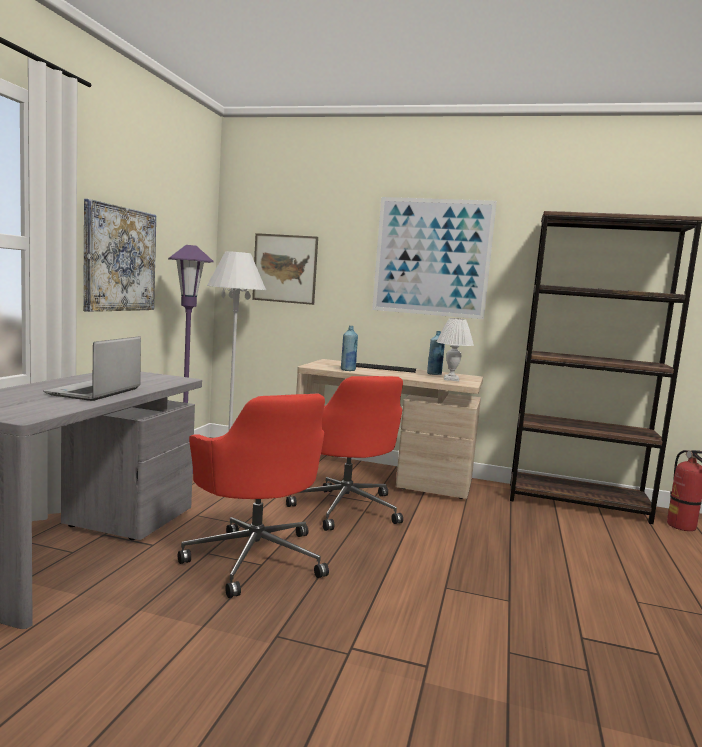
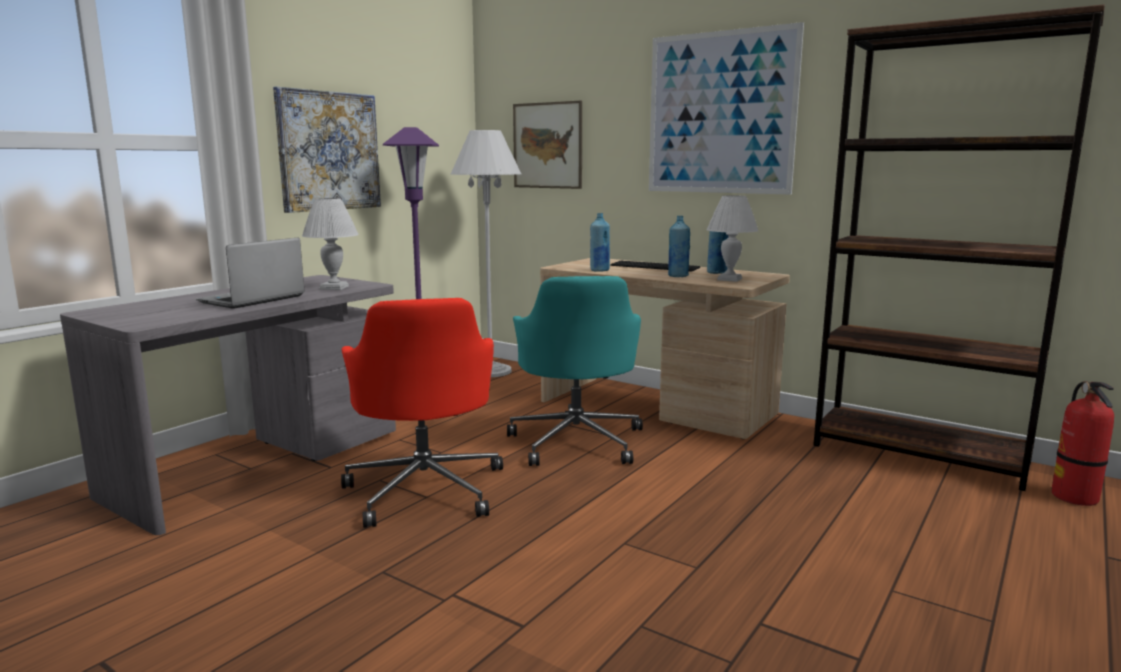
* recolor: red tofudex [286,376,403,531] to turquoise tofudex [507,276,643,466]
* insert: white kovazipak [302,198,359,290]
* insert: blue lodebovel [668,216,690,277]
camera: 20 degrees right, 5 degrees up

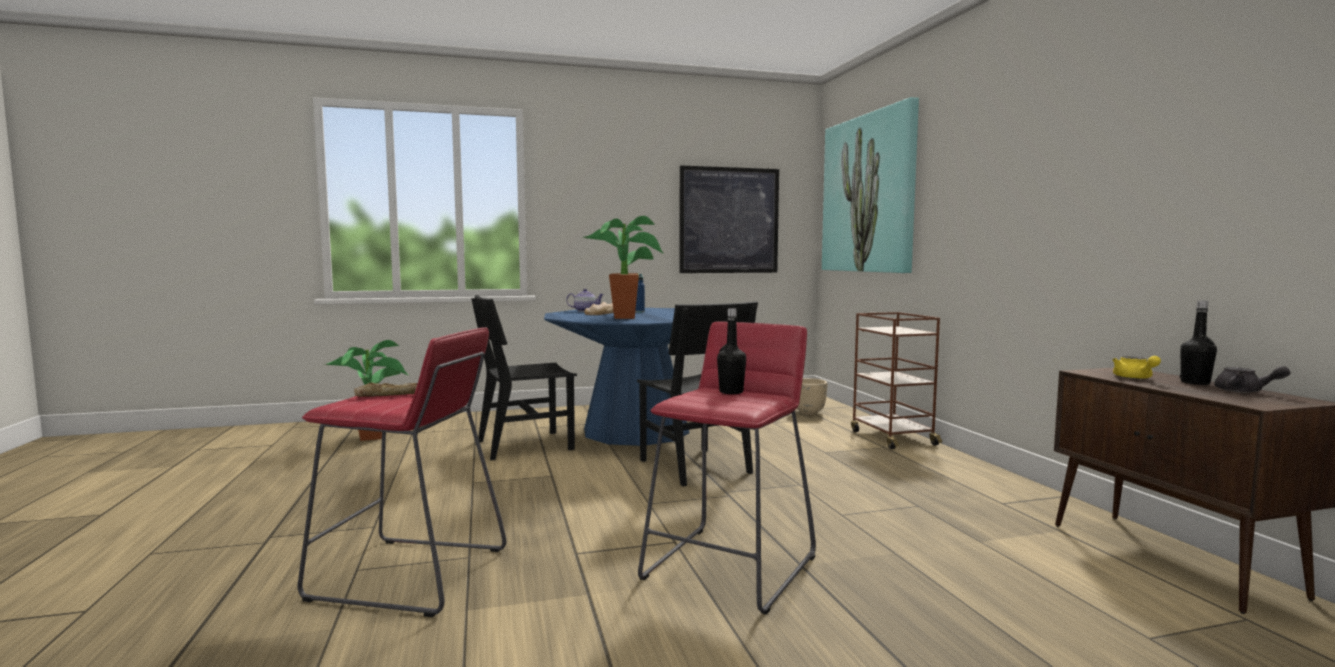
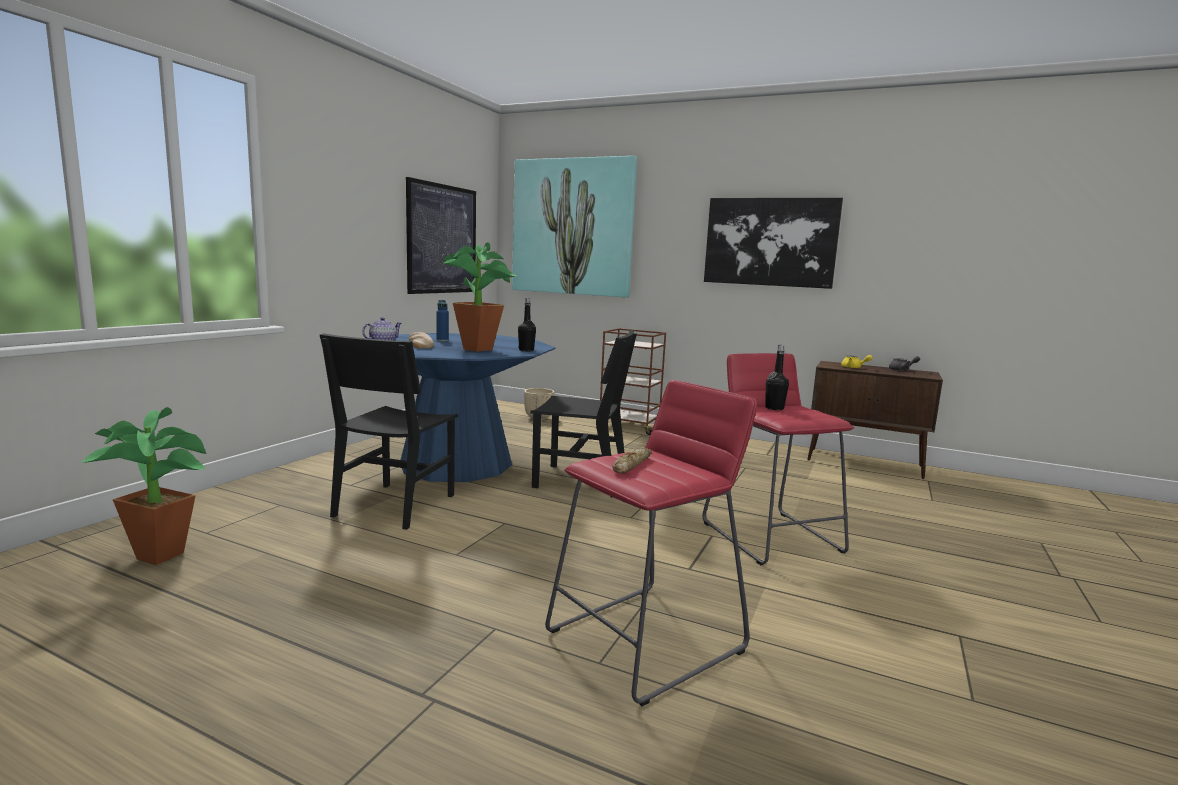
* move: black lodebovel [1180,301,1217,385] to [518,298,536,351]
* insert: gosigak [704,198,843,289]
camera: 50 degrees left, 5 degrees up

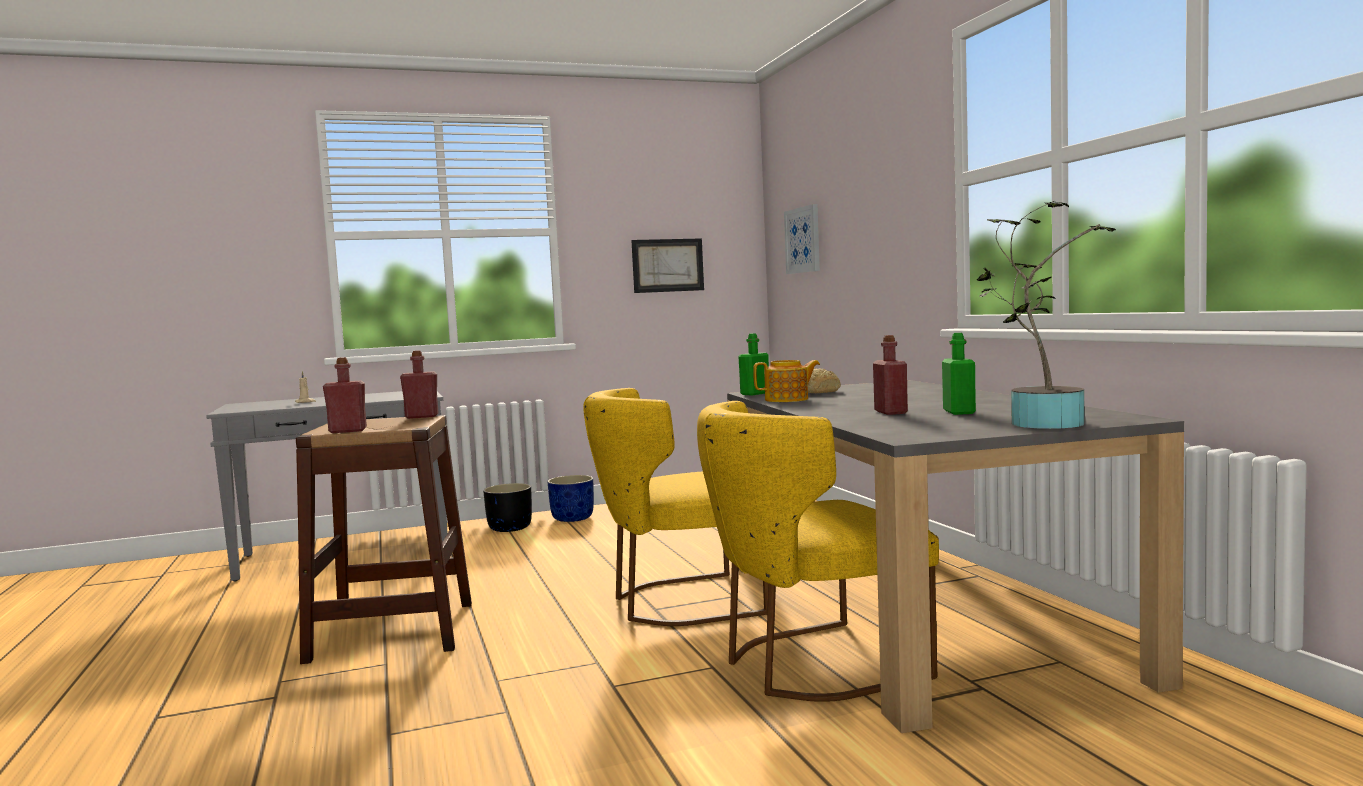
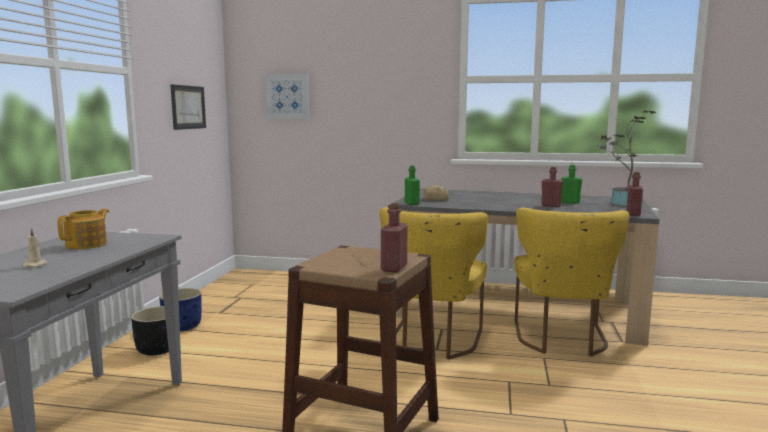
* move: red lodebovel [400,350,439,419] to [626,172,643,216]
* move: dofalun [753,360,820,402] to [57,209,109,249]
camera: 60 degrees left, 5 degrees up

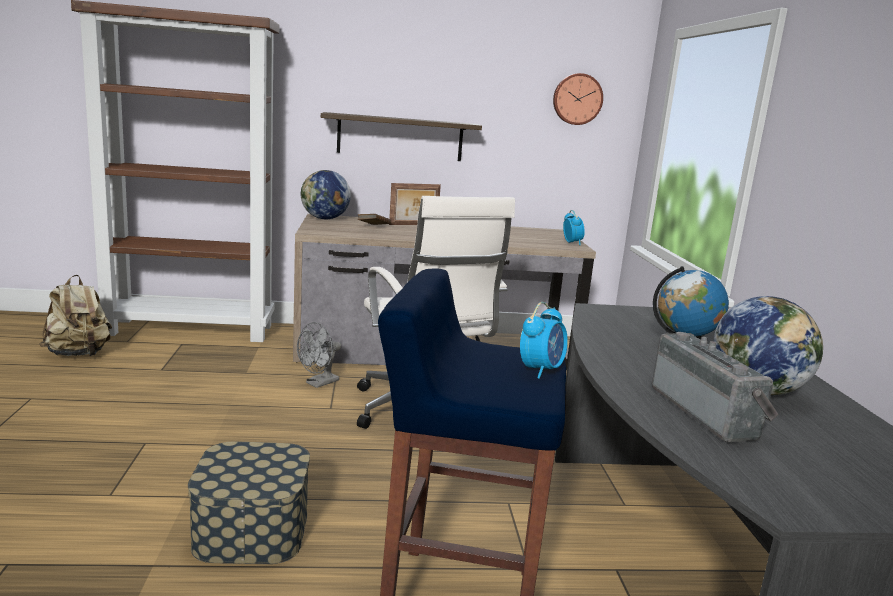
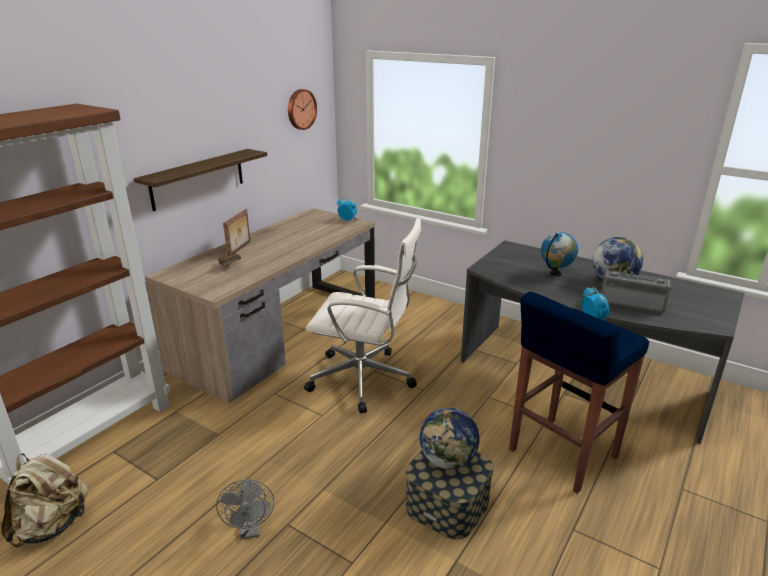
* move: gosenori [301,170,351,220] to [420,408,479,469]
* move: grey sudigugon [297,322,341,388] to [216,479,275,539]
camera: 50 degrees left, 10 degrees up

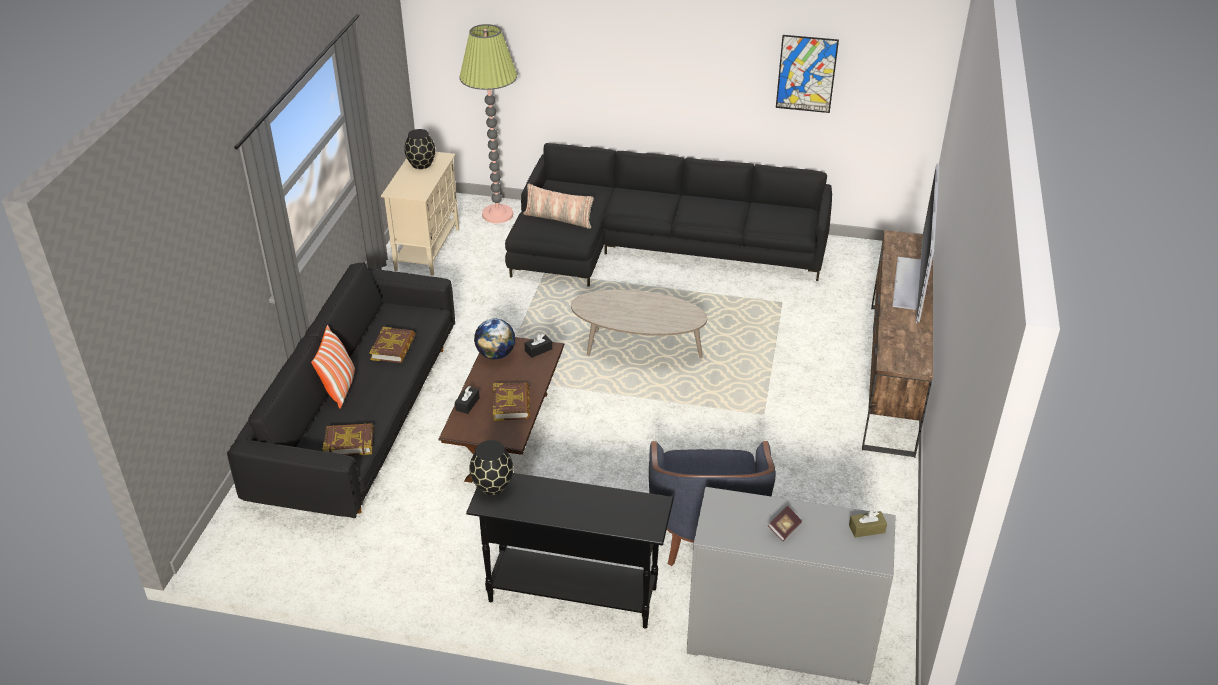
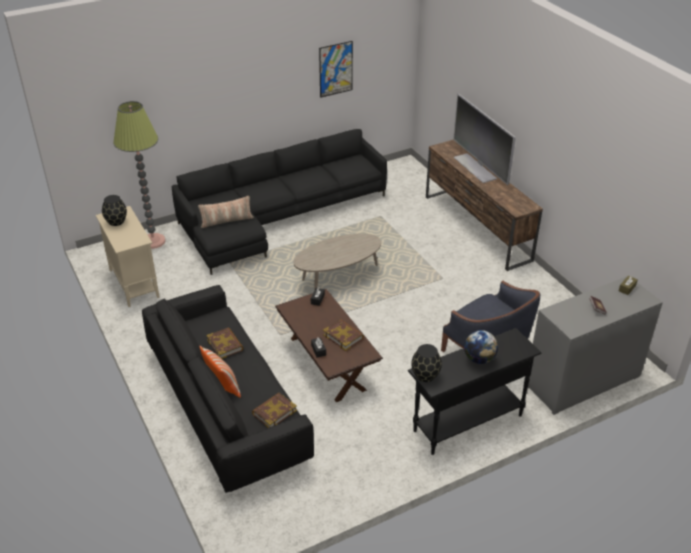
* move: gosenori [474,319,515,359] to [464,330,498,364]
camera: 40 degrees left, 0 degrees up

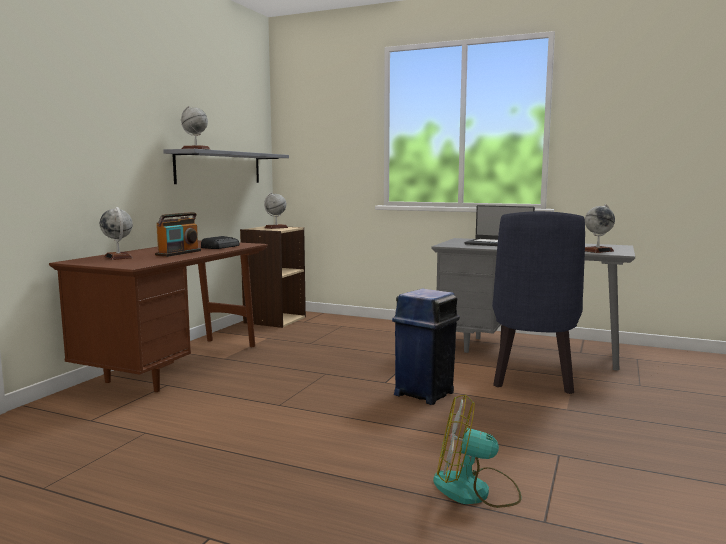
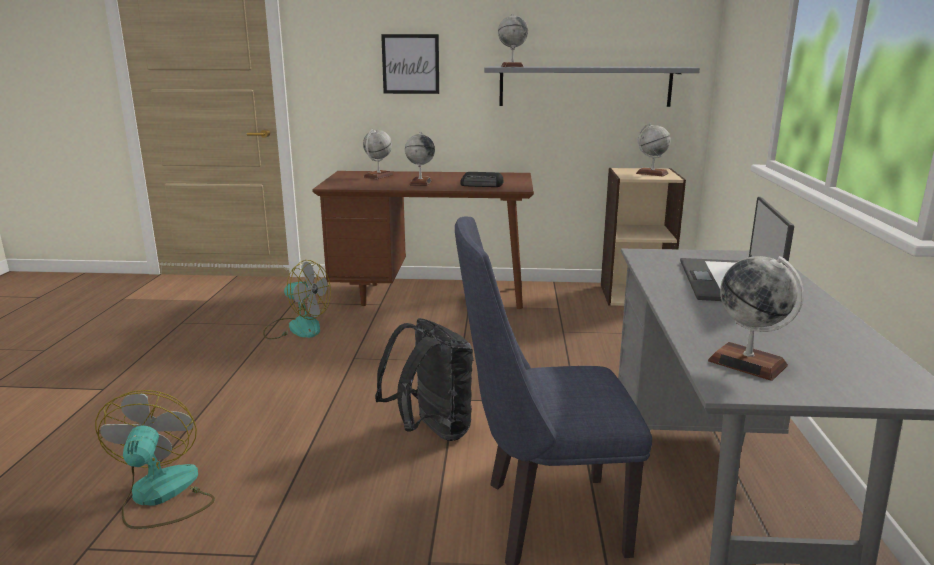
* replace: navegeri [155,212,201,257] to gosenori [405,132,435,186]
* replace: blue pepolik [392,289,460,405] to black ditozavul [375,318,474,441]
* insert: gosigak [381,34,439,94]
* insert: sudigugon [263,260,331,339]
camera: 70 degrees right, 10 degrees up

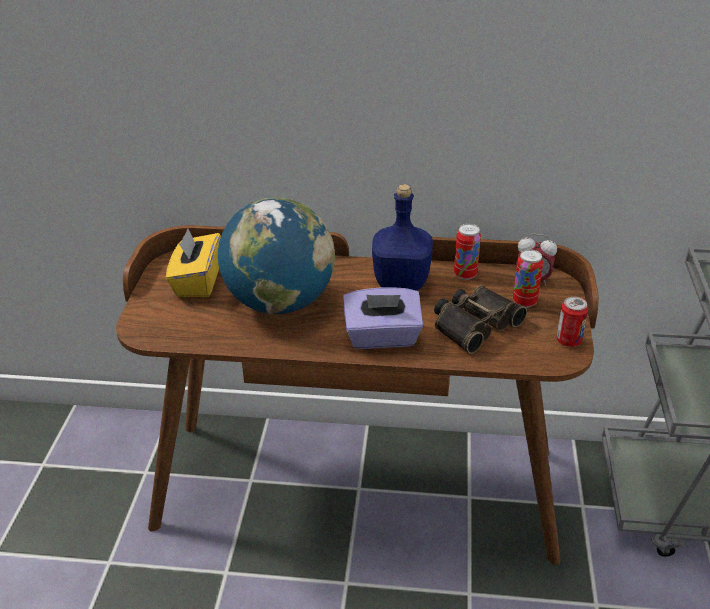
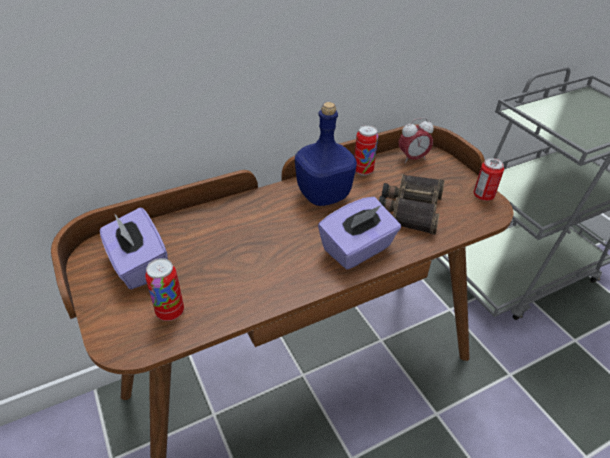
* delete: gosenori [218,197,335,314]
* recolor: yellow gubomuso [166,229,221,297] to purple gubomuso [100,208,168,289]
* move: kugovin [513,249,543,308] to [145,258,184,321]
camera: 35 degrees left, 5 degrees up

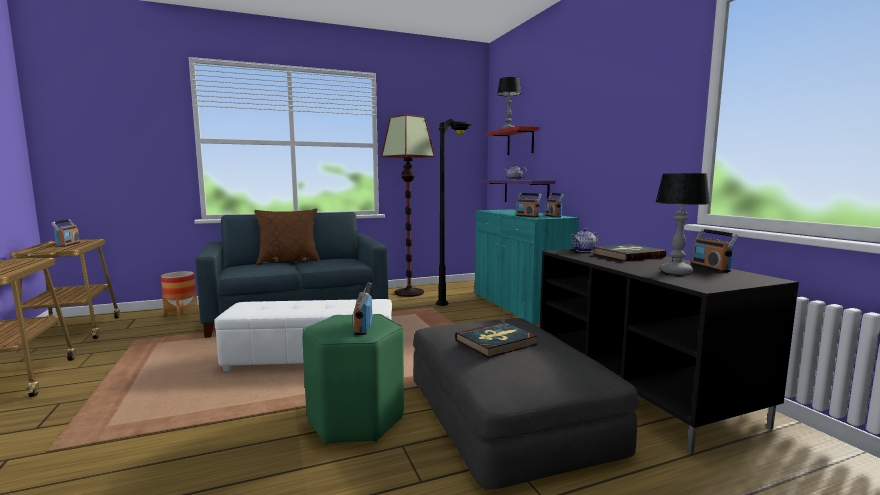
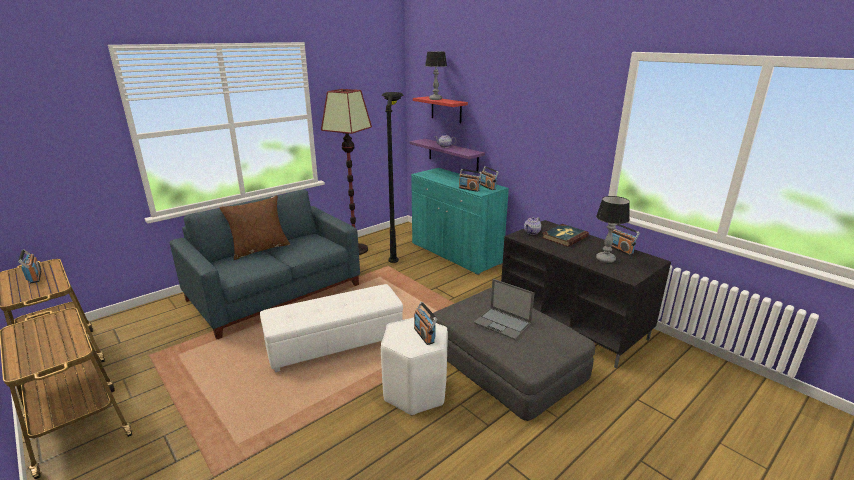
* delete: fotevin [161,271,198,319]
* recolor: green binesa [302,314,404,444] to white binesa [381,317,448,416]
* replace: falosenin [455,322,537,358] to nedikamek [474,279,534,340]
camera: 20 degrees left, 15 degrees up

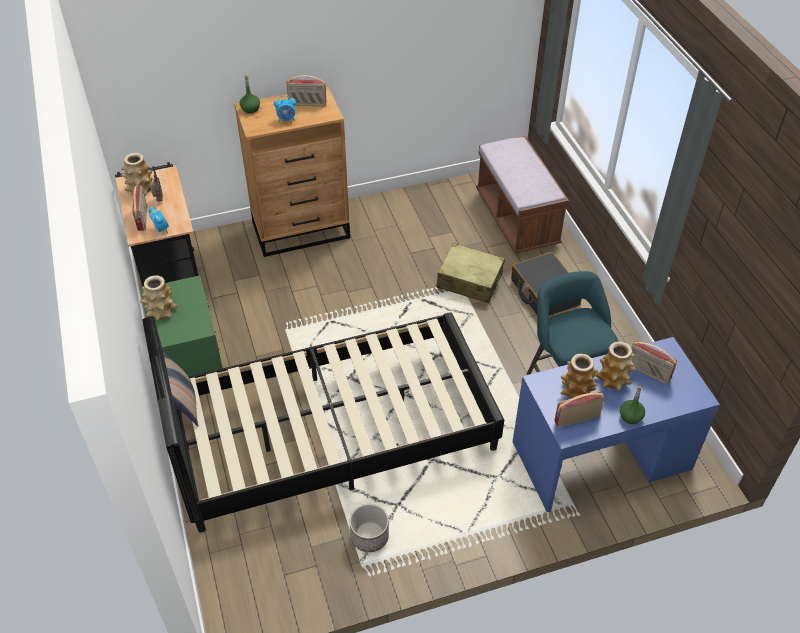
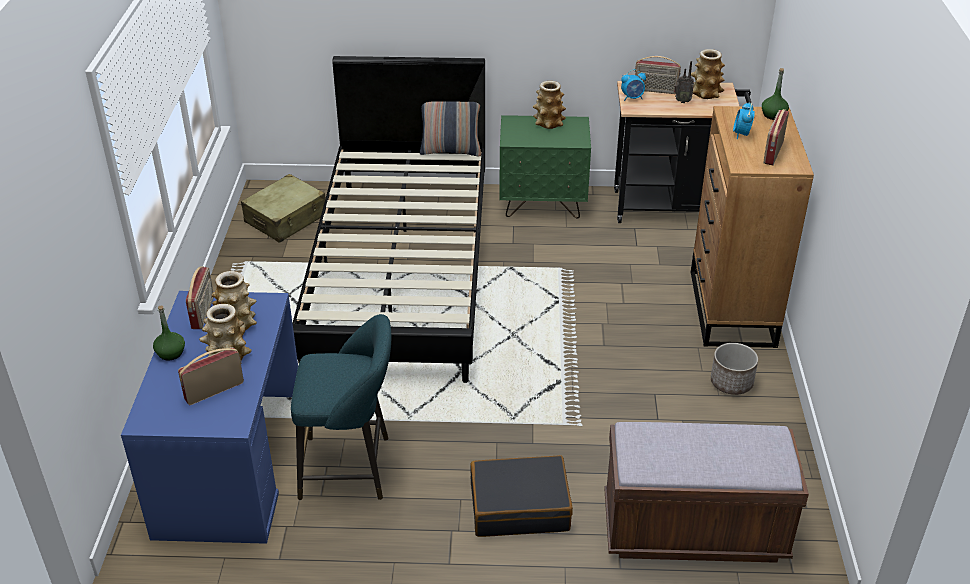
* move: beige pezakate [437,243,505,303] to [241,174,326,243]
* move: fotevin [349,504,389,552] to [711,343,758,395]
camera: 110 degrees right, 10 degrees down

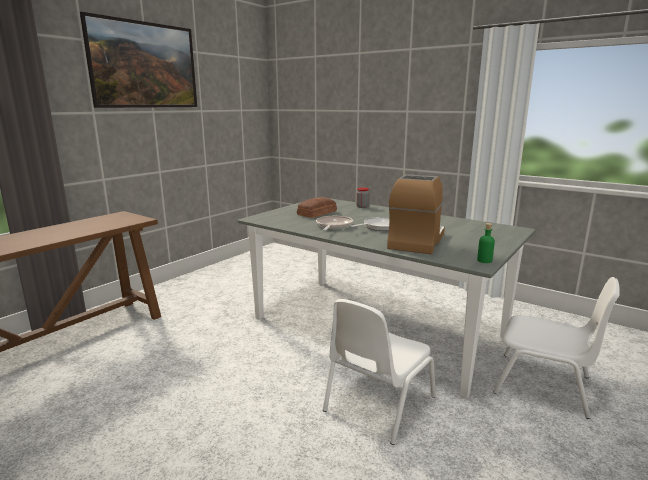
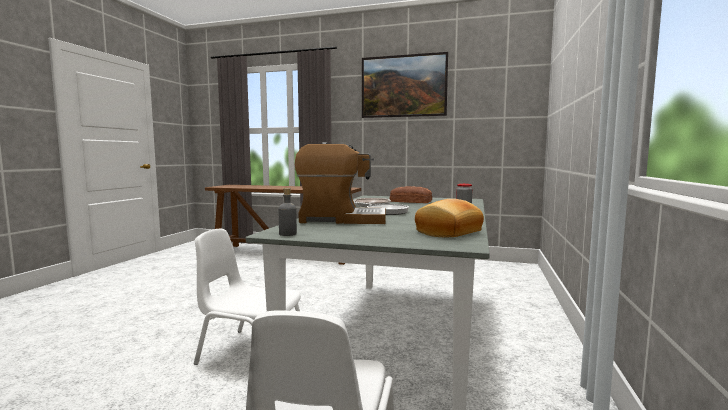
* recolor: green lodebovel [477,223,495,263] to grey lodebovel [279,188,297,236]
* insert: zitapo [415,199,484,237]
camera: 70 degrees right, 10 degrees down

